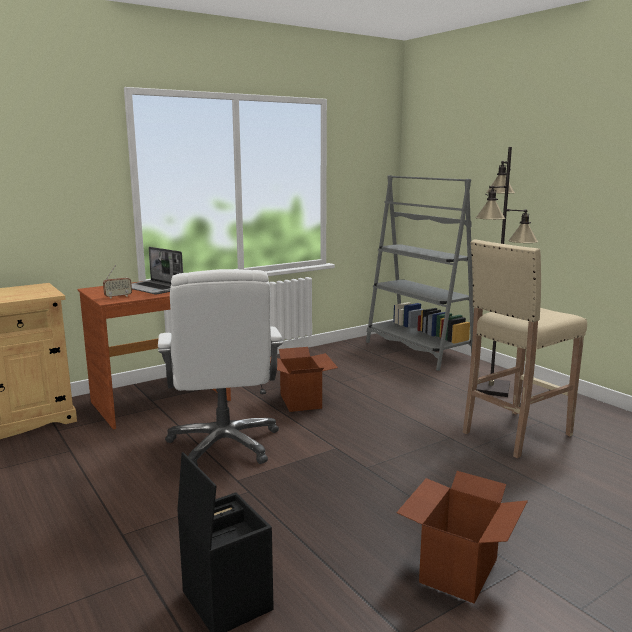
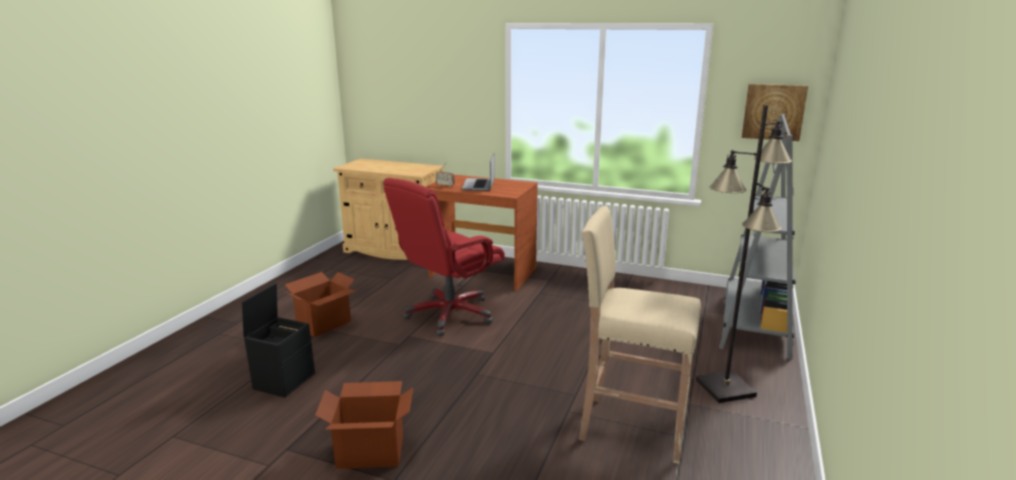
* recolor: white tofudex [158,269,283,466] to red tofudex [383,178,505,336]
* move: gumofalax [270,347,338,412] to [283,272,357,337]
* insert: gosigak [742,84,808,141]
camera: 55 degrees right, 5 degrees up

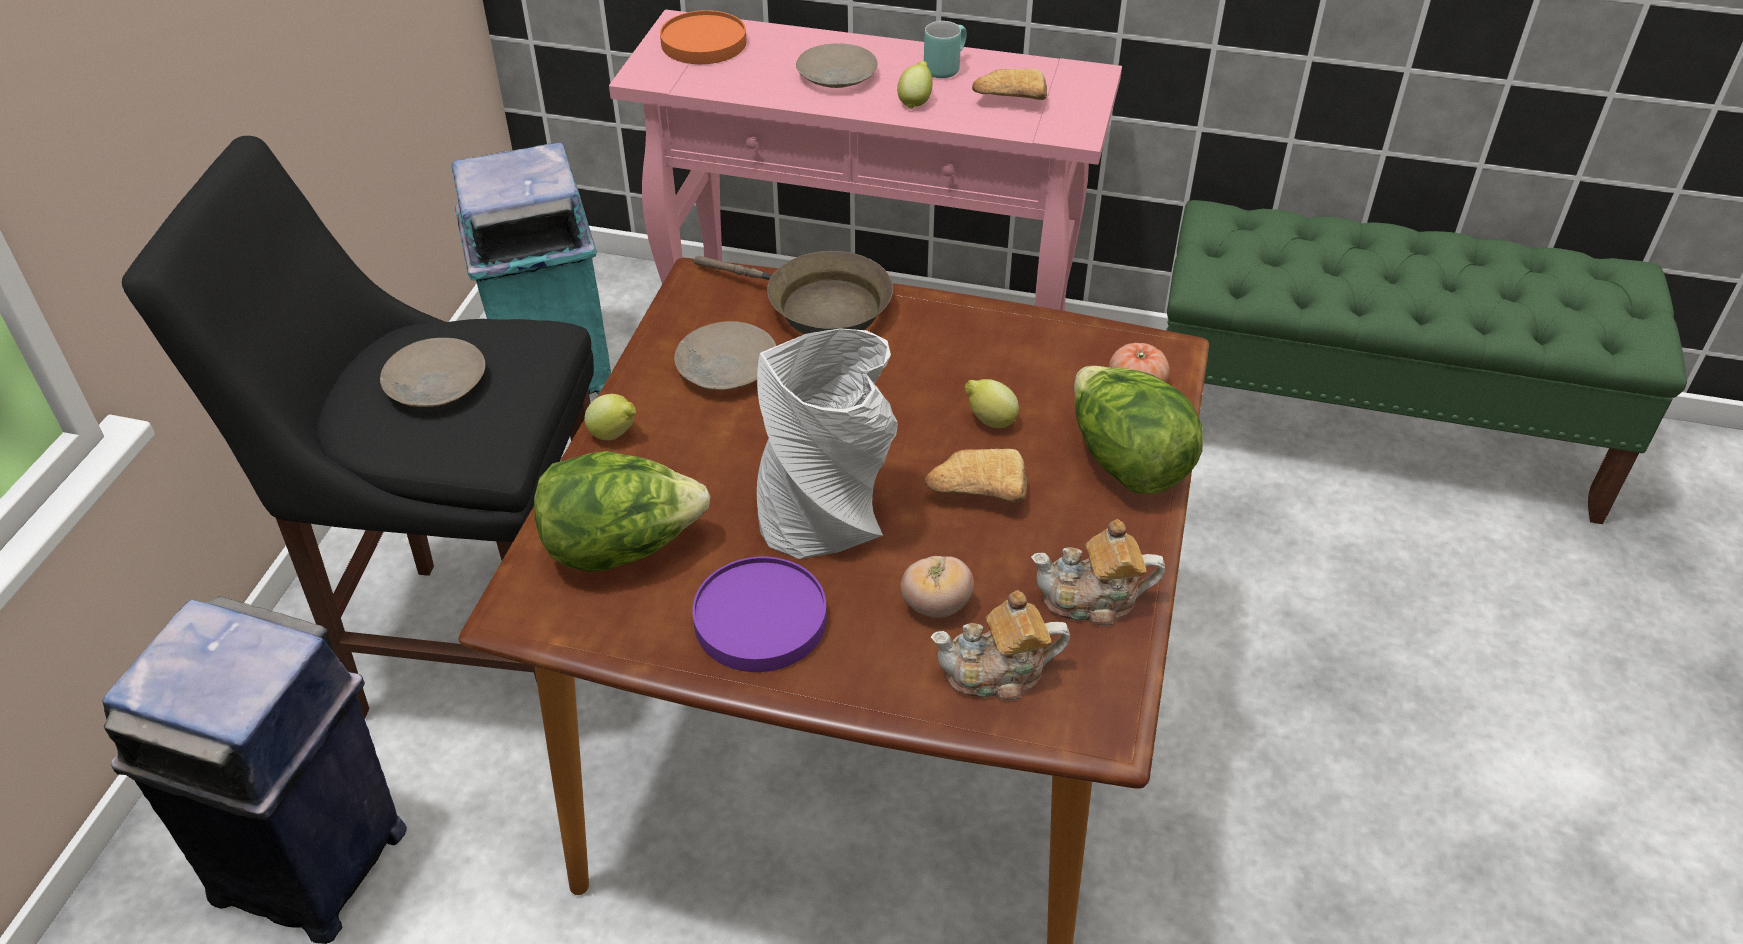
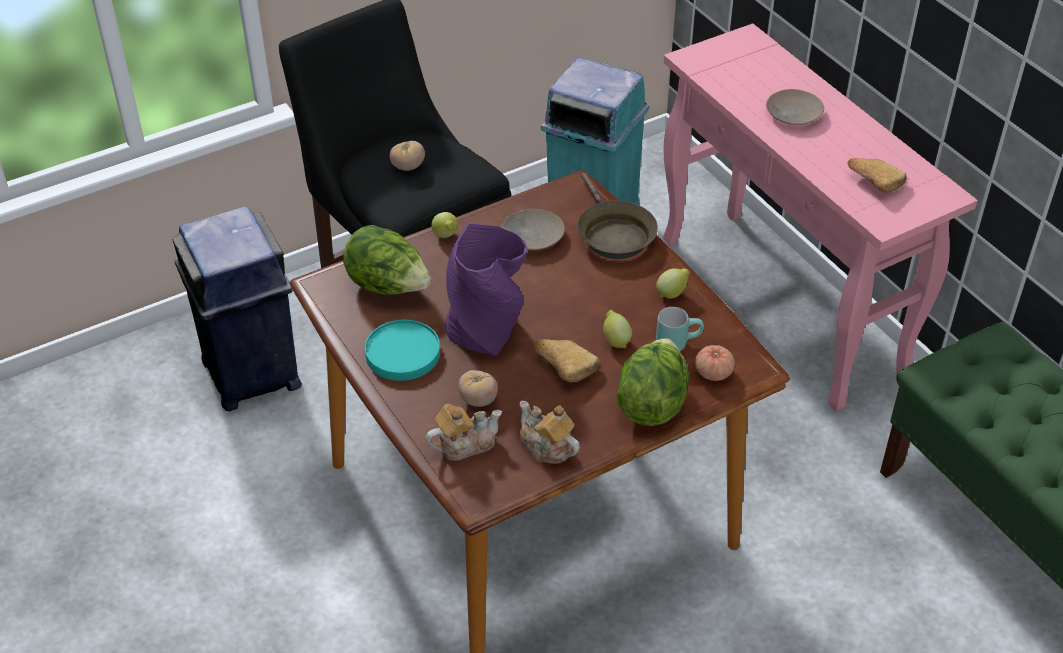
* delete: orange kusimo [660,10,747,64]
* move: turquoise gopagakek [924,21,967,78] to [656,307,704,351]
* move: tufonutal [897,61,933,109] to [656,268,690,299]
* recolor: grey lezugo [757,328,898,559] to purple lezugo [444,223,527,356]
* replace: beige kusimo [380,338,485,407] to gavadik [389,141,425,171]
* recolor: purple kusimo [692,557,827,672] to turquoise kusimo [365,320,440,381]
* rotate: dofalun [931,590,1070,700] = [425,404,502,461] 120 degrees clockwise
camera: 45 degrees right, 0 degrees up

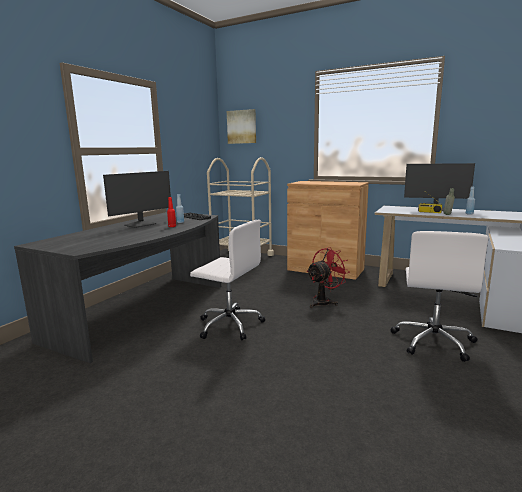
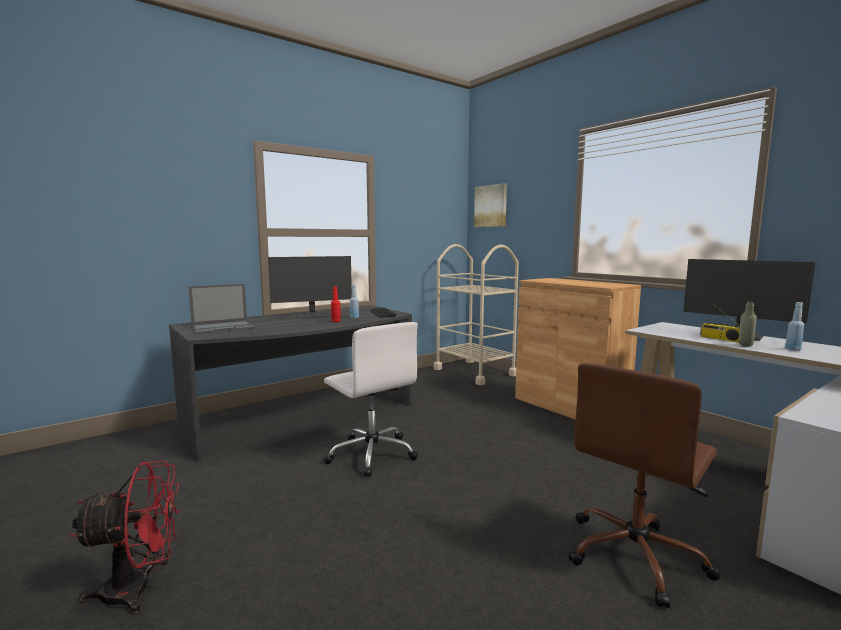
* recolor: white tofudex [391,231,489,362] to brown tofudex [569,363,721,608]
* move: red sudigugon [306,247,350,308] to [70,461,179,615]
* insert: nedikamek [188,284,255,334]
camera: 25 degrees right, 5 degrees down

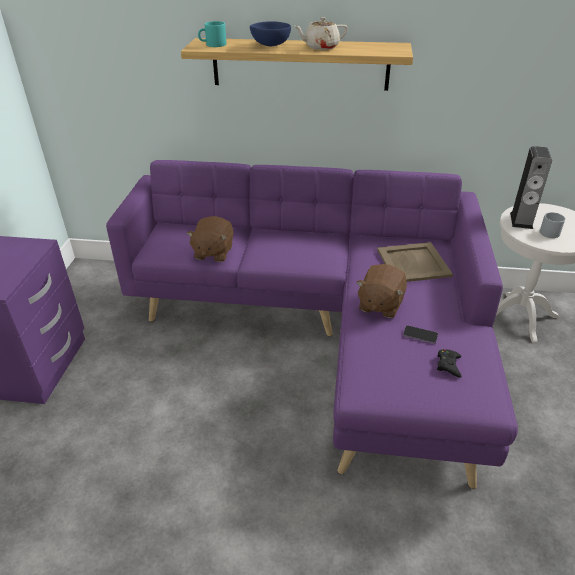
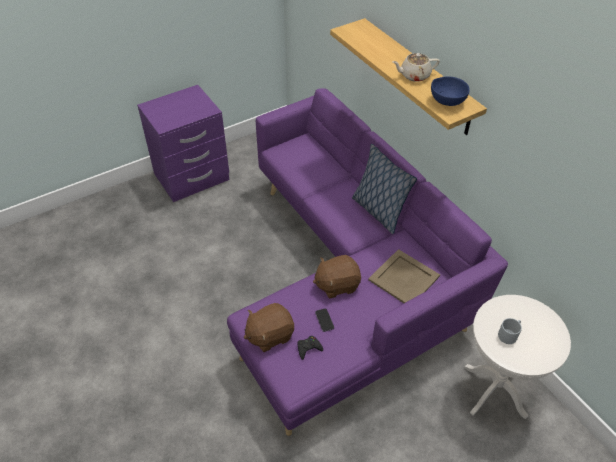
* rotate: beige dofalun [294,17,348,50] = [392,53,440,82] 45 degrees counterclockwise
* delete: turquoise gopagakek [198,21,226,47]
* move: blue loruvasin [250,21,291,46] to [431,77,470,106]
* delete: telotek [510,146,552,229]
* move: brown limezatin [187,216,233,262] to [244,303,294,352]
* insert: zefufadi [352,144,417,234]
camera: 50 degrees right, 10 degrees up

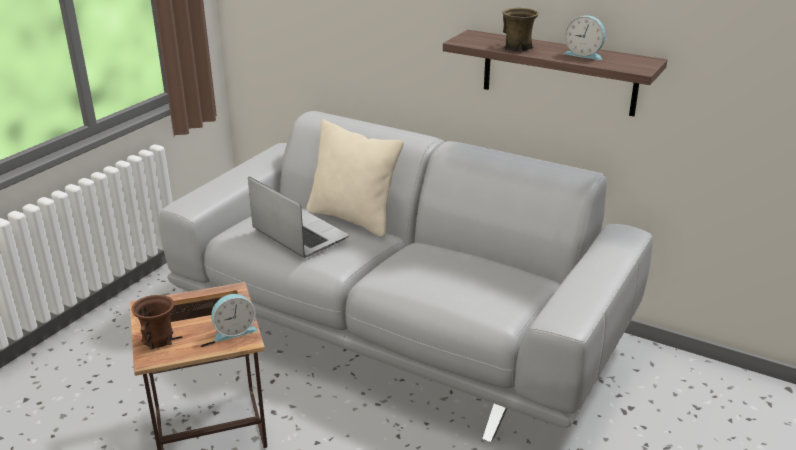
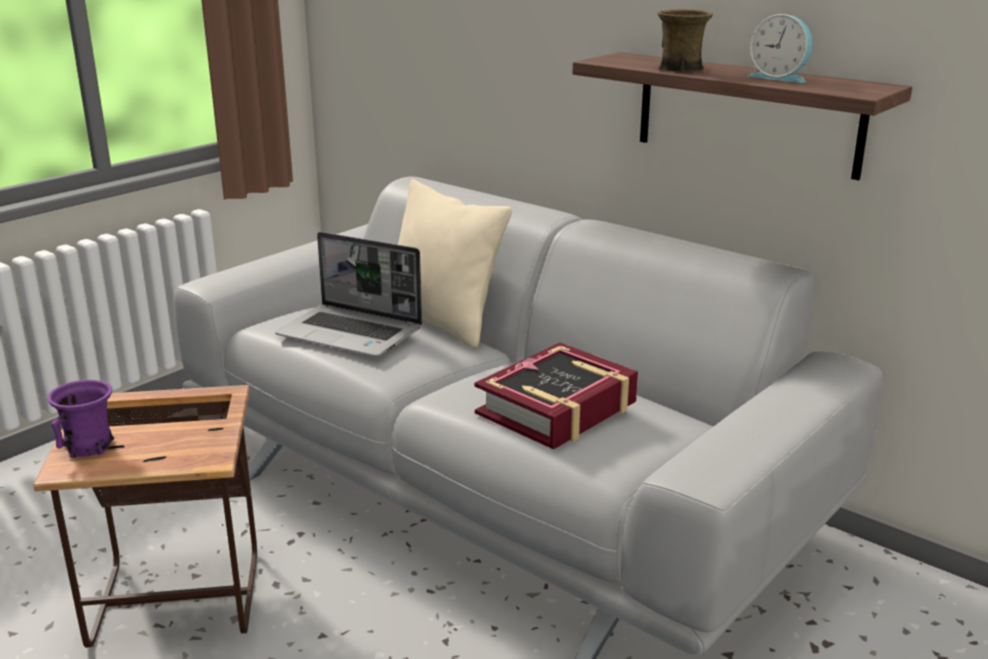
* rotate: nedikamek [248,177,349,258] = [275,232,422,357] 150 degrees clockwise
* delete: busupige [211,294,257,342]
* recolor: brown gopagakek [132,295,174,349] to purple gopagakek [47,380,114,458]
* insert: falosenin [474,343,638,450]
camera: 10 degrees right, 5 degrees down

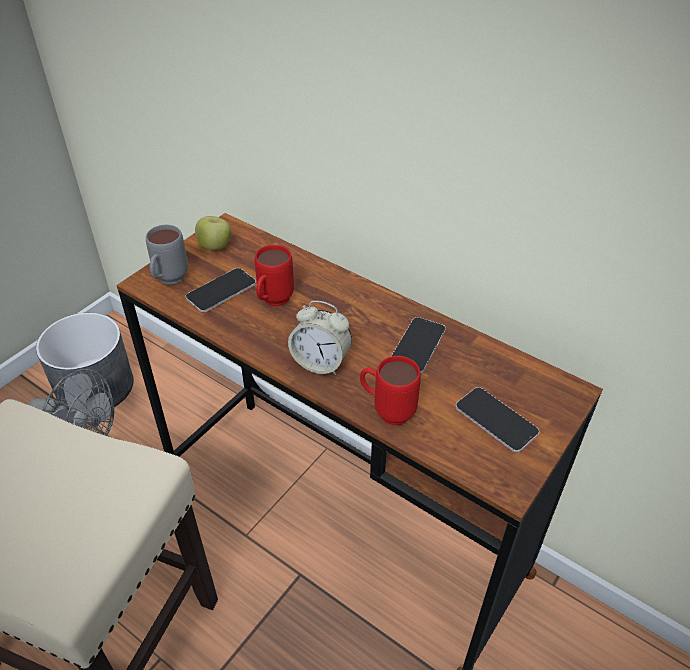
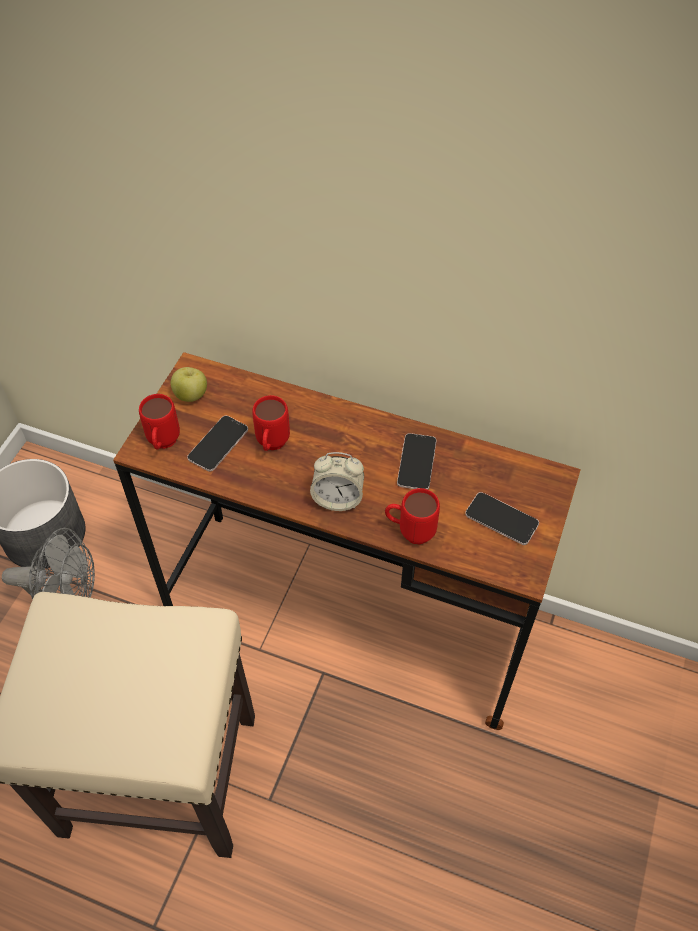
* recolor: grey gopagakek [146,225,188,285] to red gopagakek [139,394,180,449]
camera: 15 degrees left, 10 degrees up

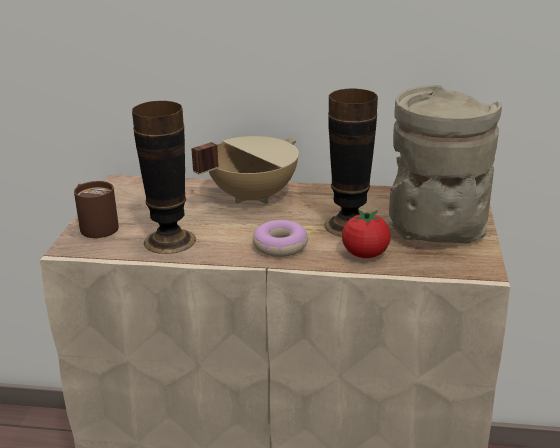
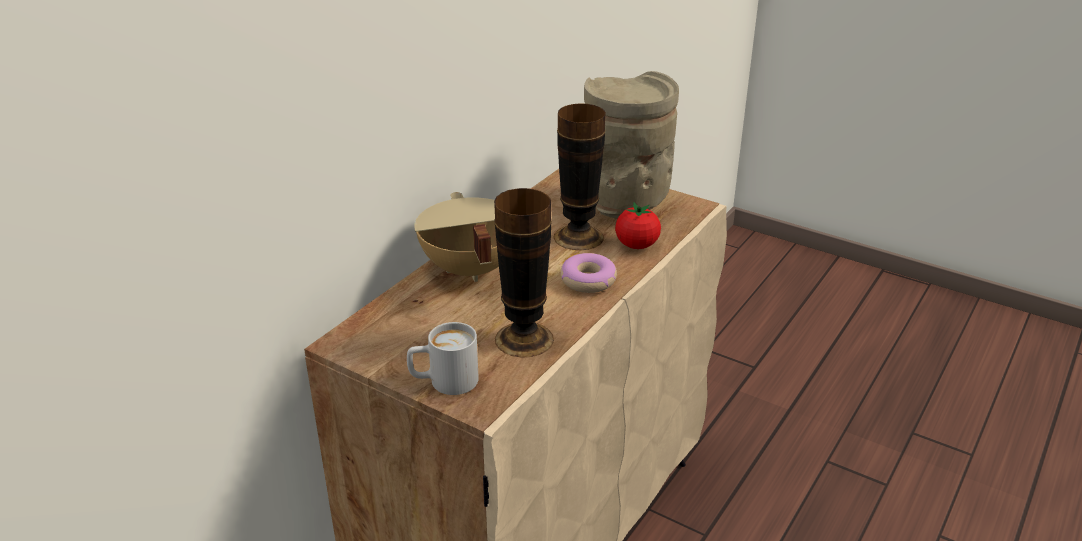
* recolor: brown gopagakek [74,181,119,238] to white gopagakek [407,322,478,395]
camera: 65 degrees left, 5 degrees up

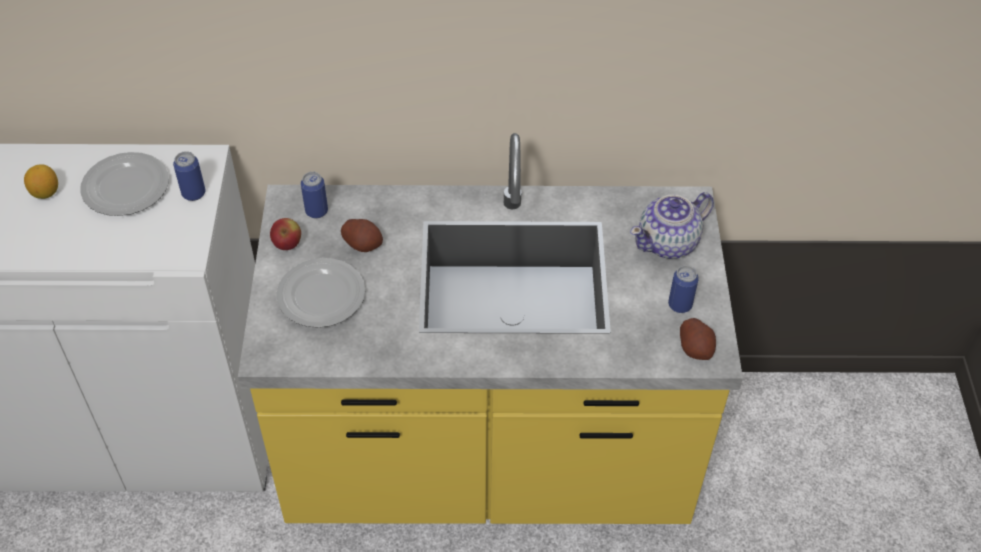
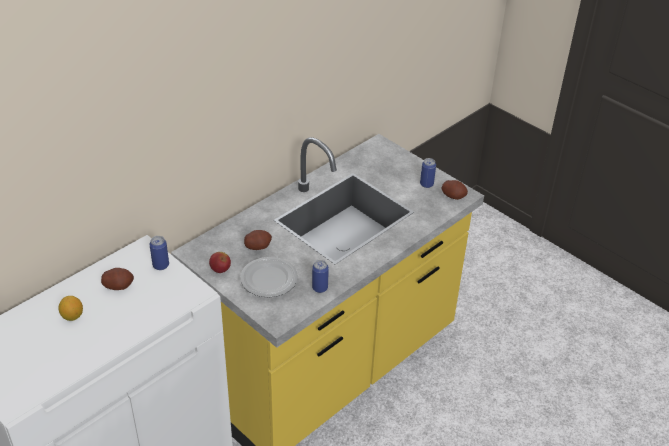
* replace: kusimo [80,152,169,216] to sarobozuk [101,268,134,290]
* move: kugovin [301,172,328,218] to [312,260,329,293]
* delete: dofalun [630,192,714,259]
camera: 45 degrees left, 10 degrees down

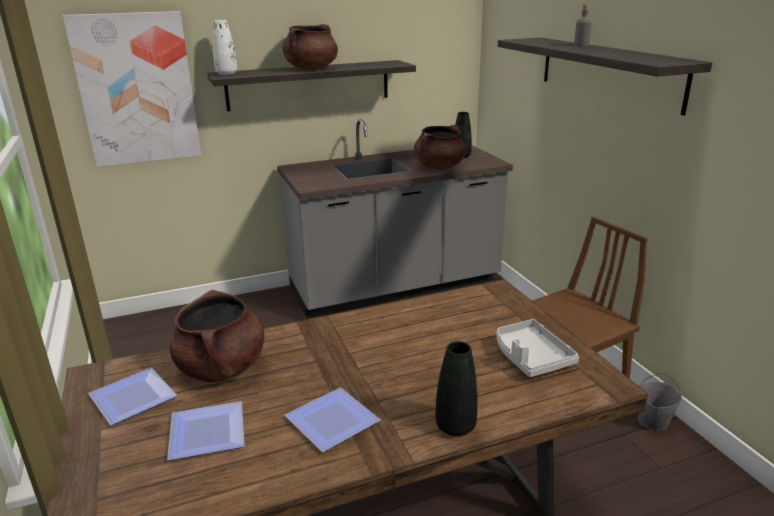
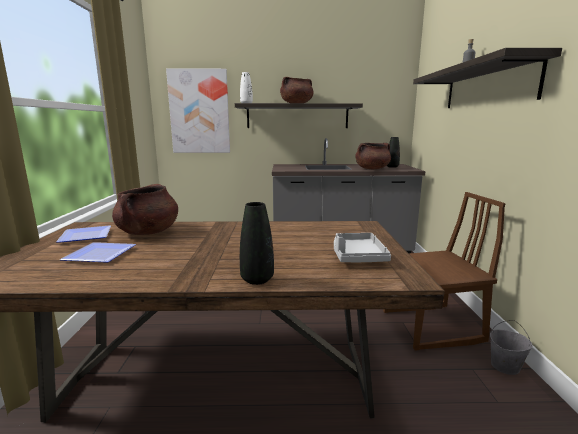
* delete: kusimo [285,388,380,452]
camera: 20 degrees right, 10 degrees down

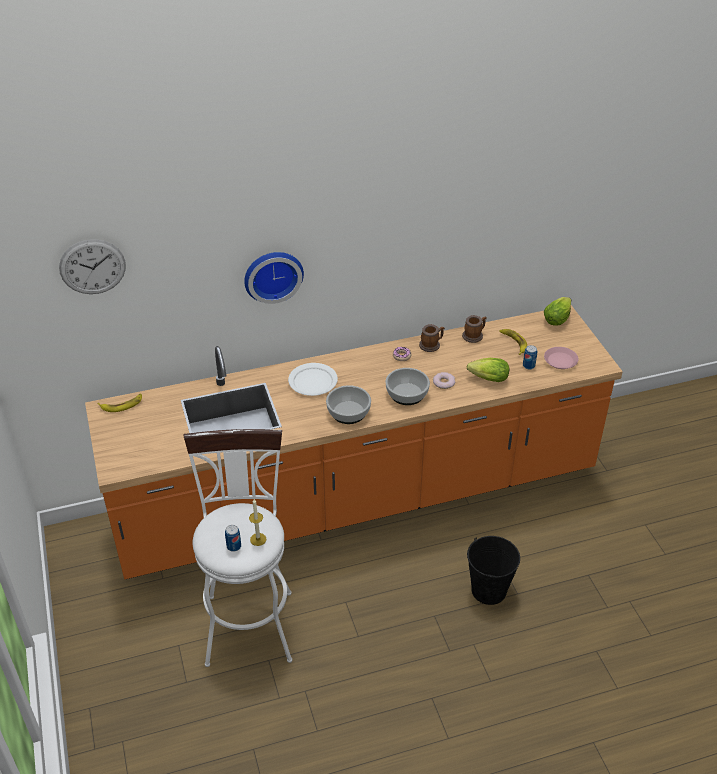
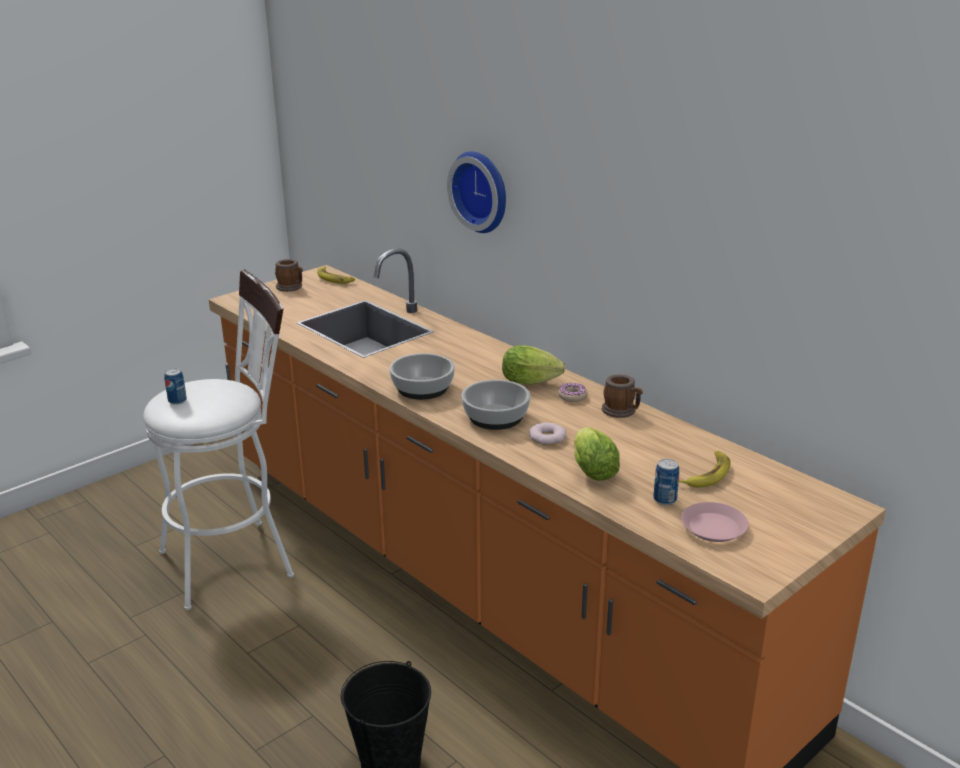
* delete: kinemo [59,239,126,294]
* move: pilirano [544,297,571,326] to [502,345,565,385]
* move: gopagakek [462,315,487,343] to [275,259,303,292]
* delete: white kusimo [288,363,338,396]
* delete: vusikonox [249,499,266,546]
camera: 65 degrees right, 15 degrees down

